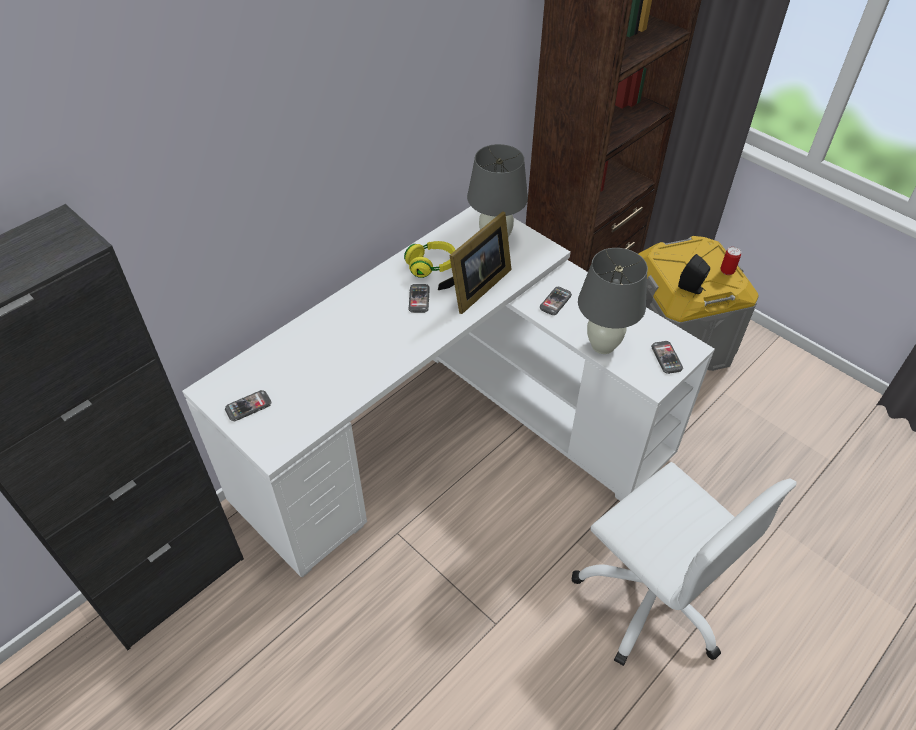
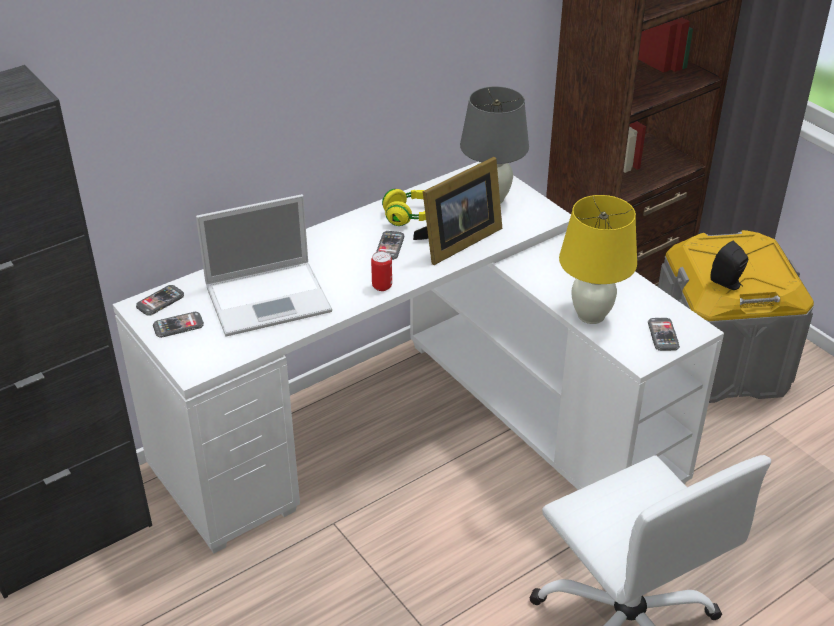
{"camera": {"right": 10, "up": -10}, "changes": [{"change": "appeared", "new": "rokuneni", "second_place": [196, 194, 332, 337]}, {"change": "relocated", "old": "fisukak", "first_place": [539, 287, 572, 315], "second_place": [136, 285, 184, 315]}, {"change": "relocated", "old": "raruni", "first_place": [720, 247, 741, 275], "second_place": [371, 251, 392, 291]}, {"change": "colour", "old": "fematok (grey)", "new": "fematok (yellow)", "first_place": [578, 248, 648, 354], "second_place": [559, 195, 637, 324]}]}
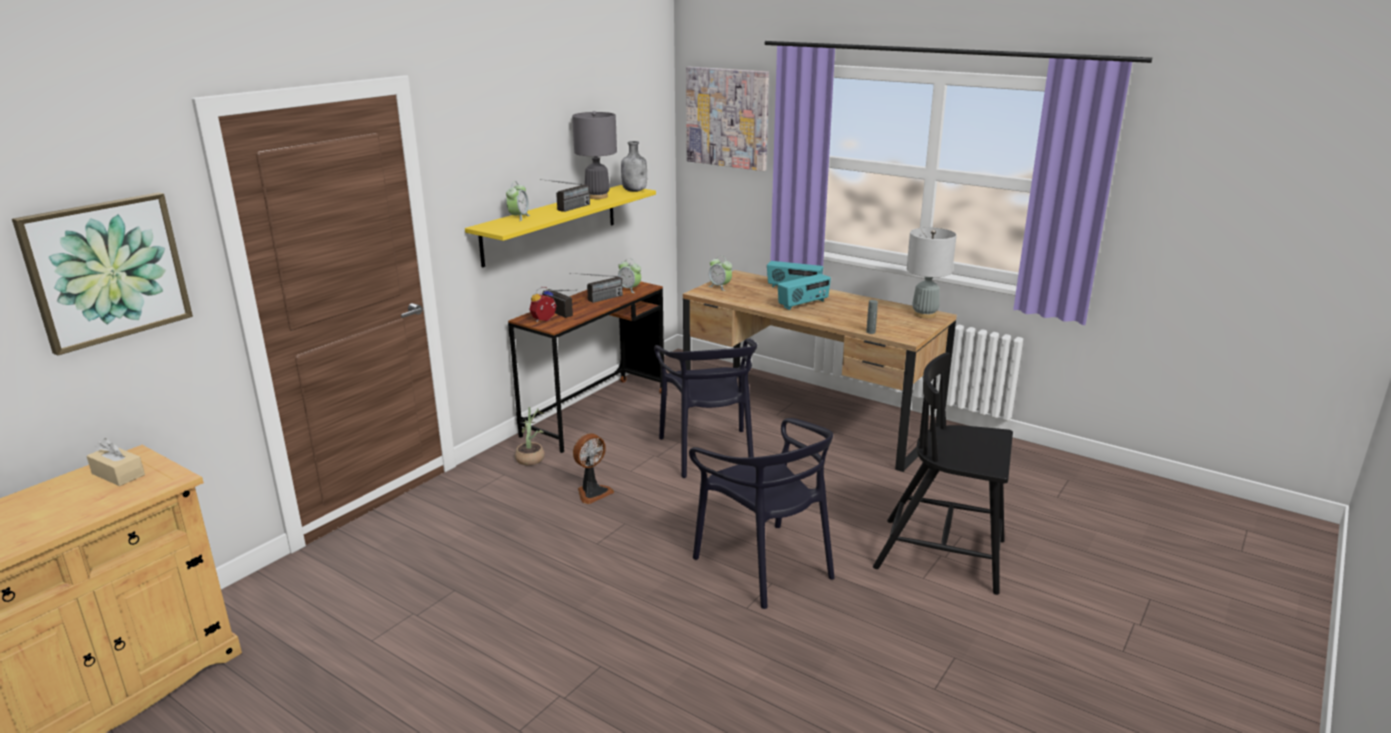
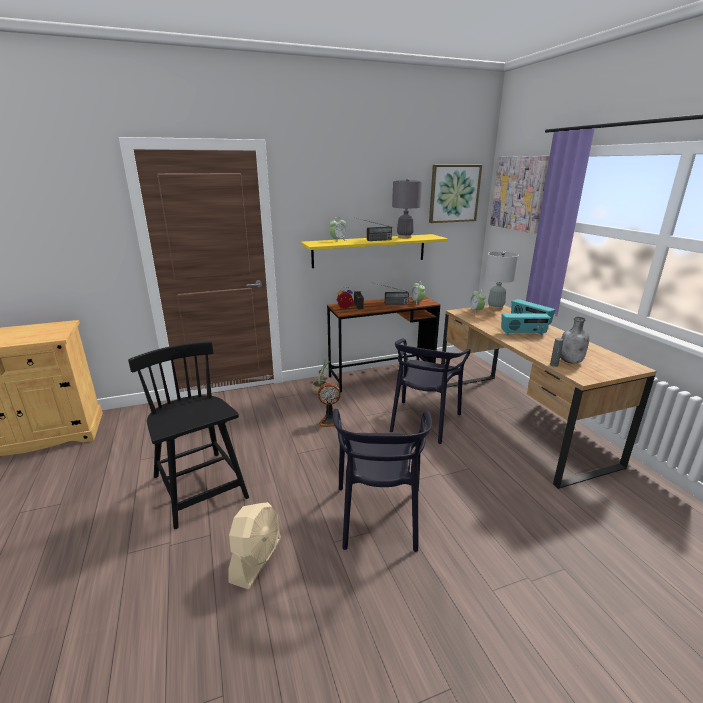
{"camera": {"right": 35, "up": 0}, "changes": [{"change": "missing", "old": "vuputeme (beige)", "first_place": [87, 438, 145, 486]}, {"change": "appeared", "new": "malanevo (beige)", "second_place": [228, 502, 281, 589]}, {"change": "relocated", "old": "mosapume", "first_place": [12, 192, 193, 356], "second_place": [429, 165, 482, 223]}, {"change": "relocated", "old": "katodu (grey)", "first_place": [621, 141, 647, 192], "second_place": [560, 317, 589, 364]}, {"change": "relocated", "old": "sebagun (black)", "first_place": [873, 352, 1013, 595], "second_place": [128, 341, 249, 529]}, {"change": "relocated", "old": "fematok (grey)", "first_place": [907, 228, 957, 318], "second_place": [485, 252, 519, 310]}]}
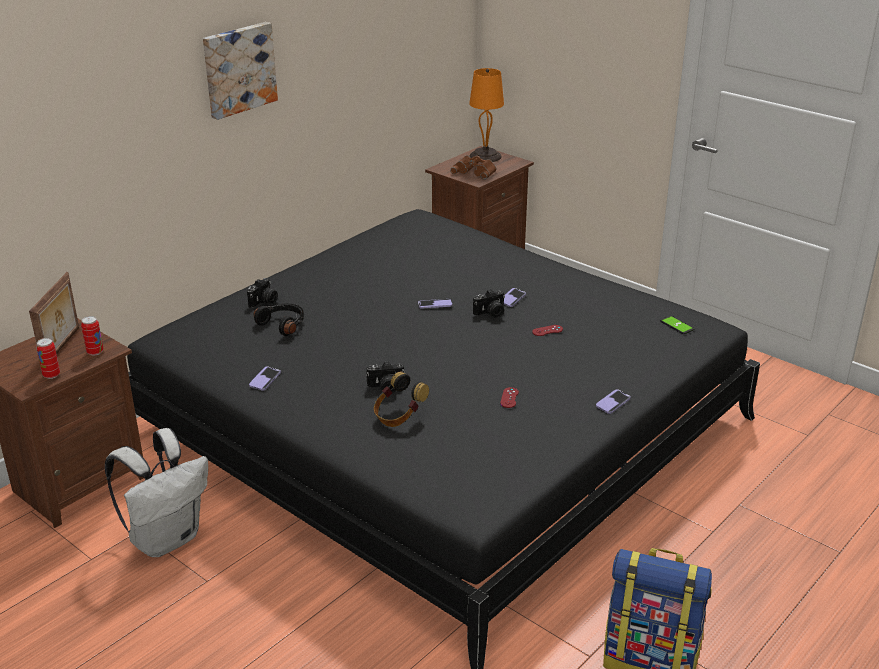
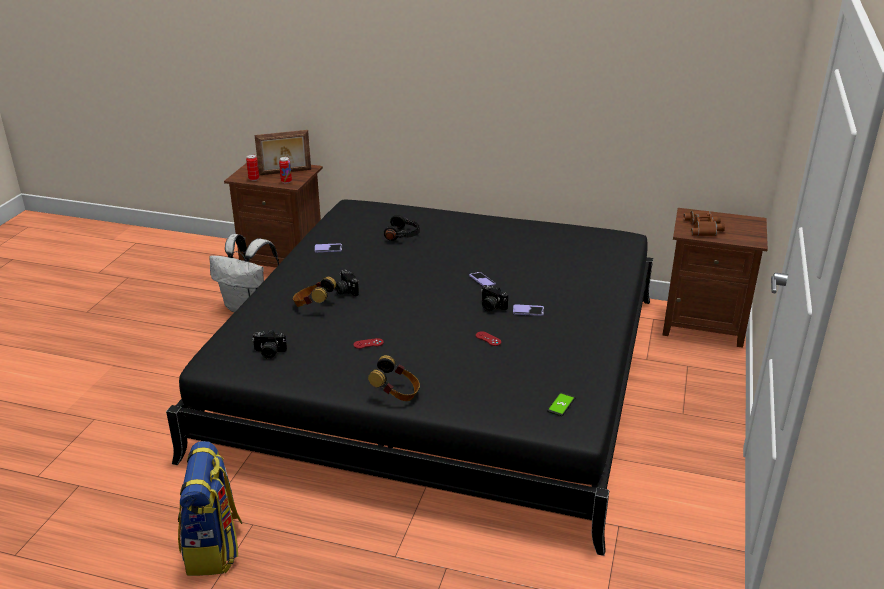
{"camera": {"right": 65, "up": 0}, "changes": [{"change": "missing", "old": "mosapume", "first_place": [203, 22, 278, 120]}, {"change": "missing", "old": "fematok (orange)", "first_place": [469, 68, 504, 162]}, {"change": "relocated", "old": "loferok", "first_place": [247, 278, 278, 308], "second_place": [252, 330, 287, 359]}, {"change": "exchanged", "old": "fisukak", "new": "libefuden", "first_place": [596, 389, 631, 414], "second_place": [368, 355, 420, 401]}]}
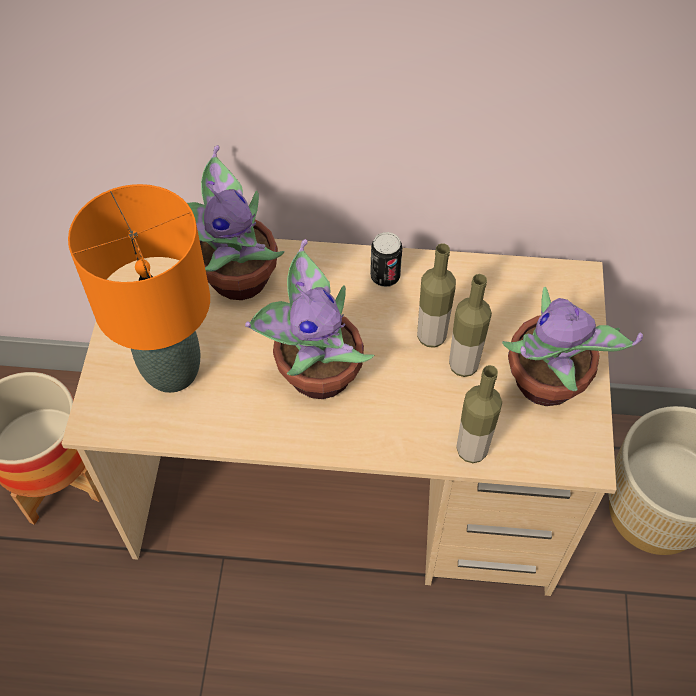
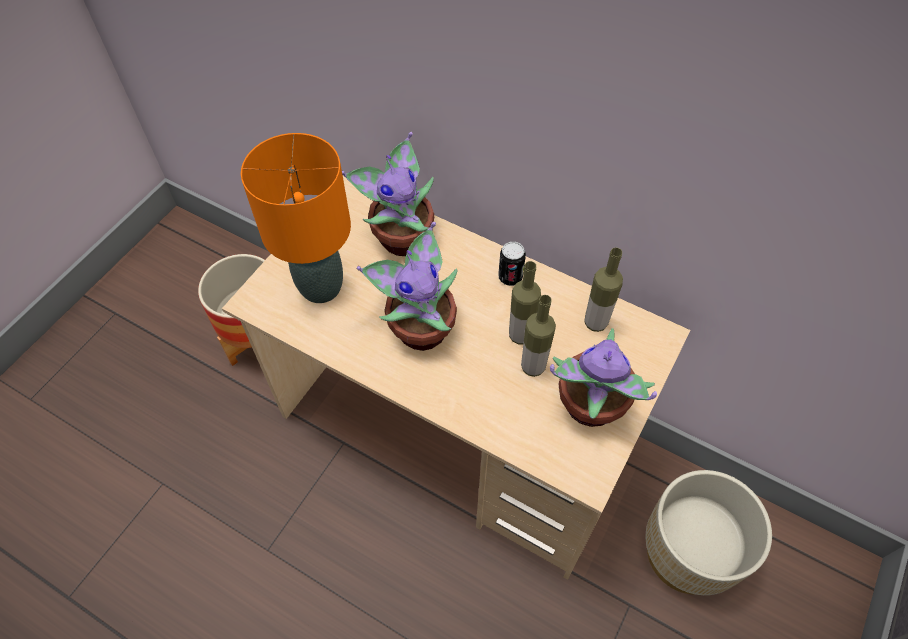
{"camera": {"right": 25, "up": 0}, "changes": [{"change": "relocated", "old": "katodu", "first_place": [456, 365, 502, 463], "second_place": [585, 247, 623, 332]}]}
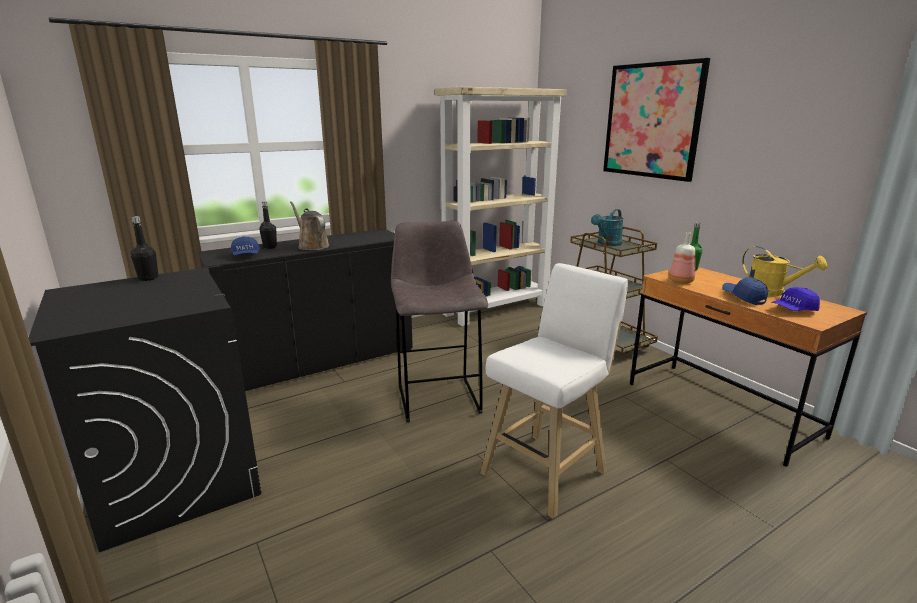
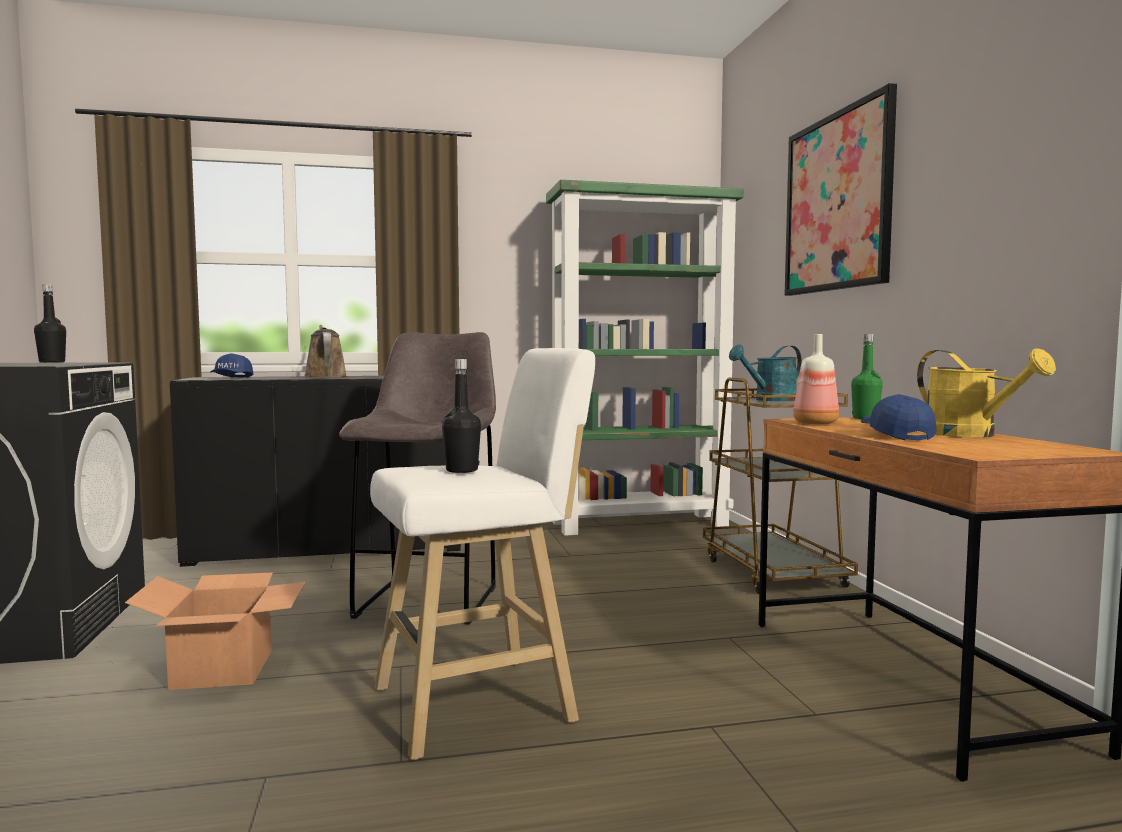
{"camera": {"right": 20, "up": -15}, "changes": [{"change": "missing", "old": "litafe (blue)", "first_place": [771, 287, 820, 311]}, {"change": "appeared", "new": "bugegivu", "second_place": [125, 572, 306, 690]}, {"change": "relocated", "old": "katodu (black)", "first_place": [259, 201, 277, 249], "second_place": [442, 359, 481, 473]}, {"change": "colour", "old": "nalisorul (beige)", "new": "nalisorul (green)", "first_place": [435, 87, 567, 326], "second_place": [546, 180, 743, 536]}]}
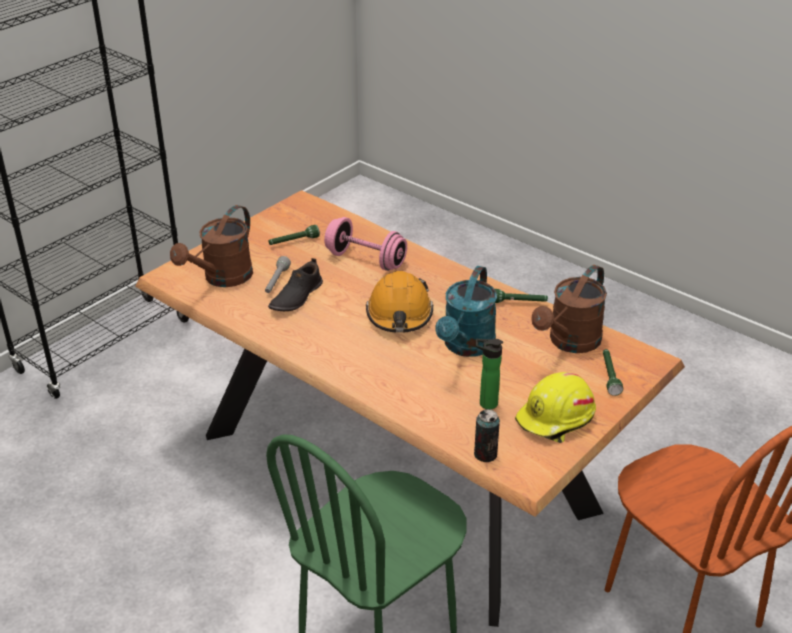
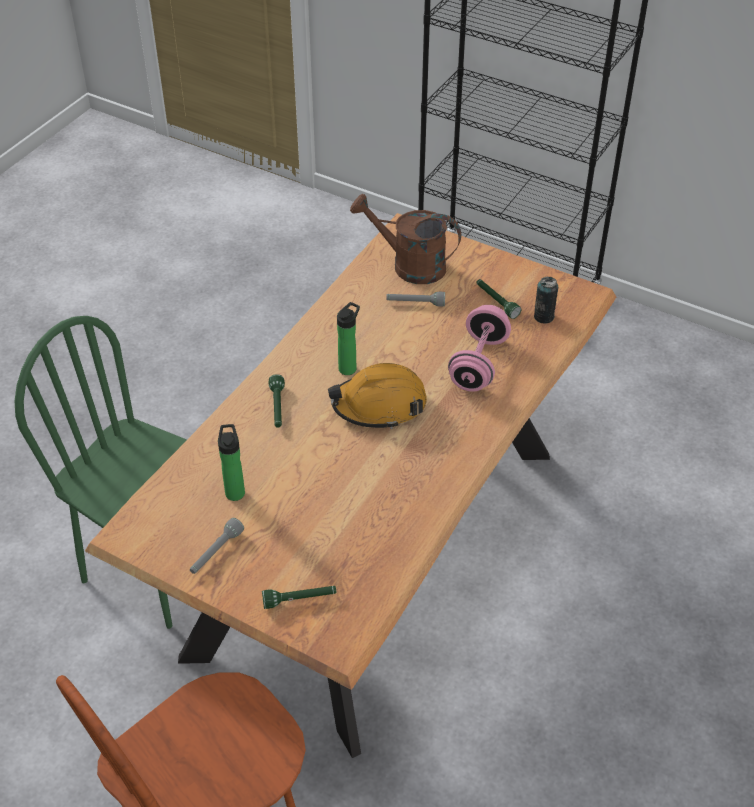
{"camera": {"right": 80, "up": 10}, "changes": [{"change": "missing", "old": "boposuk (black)", "first_place": [268, 258, 323, 311]}, {"change": "missing", "old": "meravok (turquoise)", "first_place": [435, 266, 497, 357]}, {"change": "missing", "old": "meravok (brown)", "first_place": [531, 265, 607, 353]}, {"change": "appeared", "new": "katodu", "second_place": [337, 302, 360, 375]}, {"change": "relocated", "old": "raruni", "first_place": [474, 409, 500, 462], "second_place": [534, 277, 558, 324]}, {"change": "relocated", "old": "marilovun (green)", "first_place": [495, 289, 548, 303], "second_place": [269, 374, 285, 428]}, {"change": "exchanged", "old": "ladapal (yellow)", "new": "marilovun (grey)", "first_place": [515, 372, 596, 443], "second_place": [190, 518, 244, 574]}]}
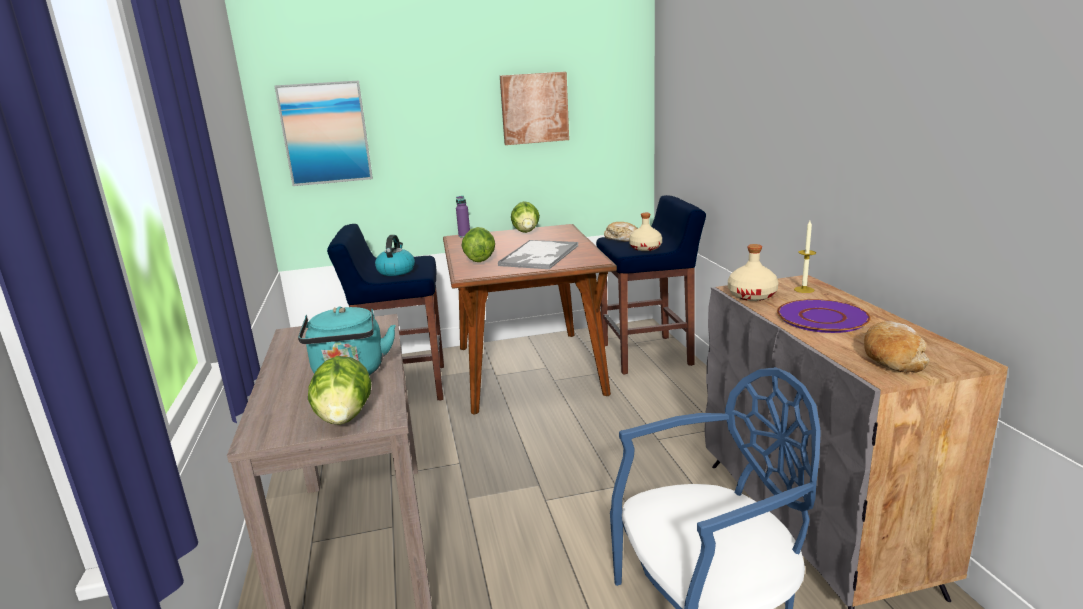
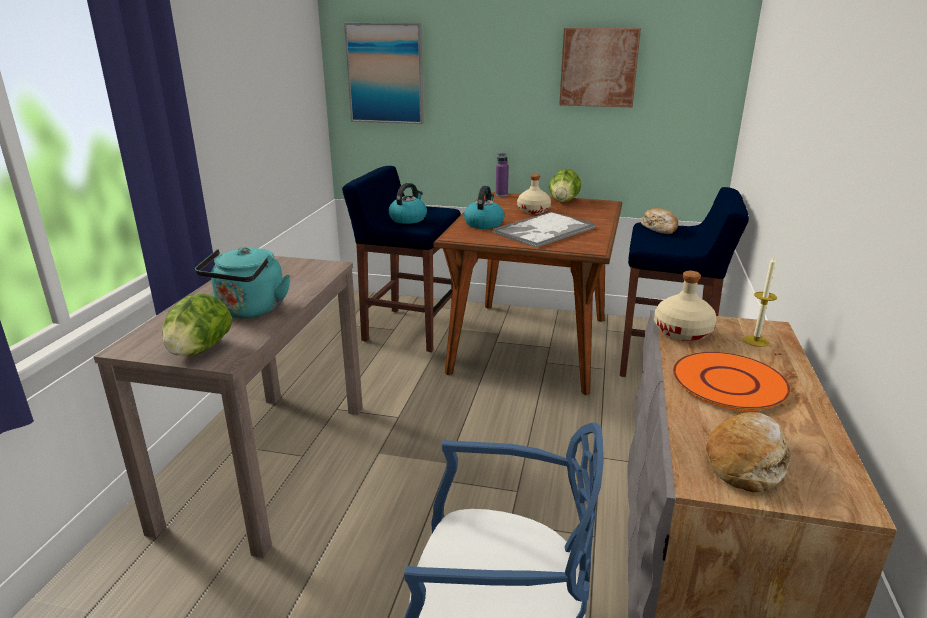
{"camera": {"right": 25, "up": 5}, "changes": [{"change": "relocated", "old": "katodu (beige)", "first_place": [629, 213, 662, 251], "second_place": [517, 174, 551, 214]}, {"change": "exchanged", "old": "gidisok", "new": "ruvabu", "first_place": [461, 227, 495, 262], "second_place": [464, 186, 505, 229]}, {"change": "colour", "old": "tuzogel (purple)", "new": "tuzogel (orange)", "first_place": [777, 299, 871, 333], "second_place": [673, 352, 791, 411]}]}
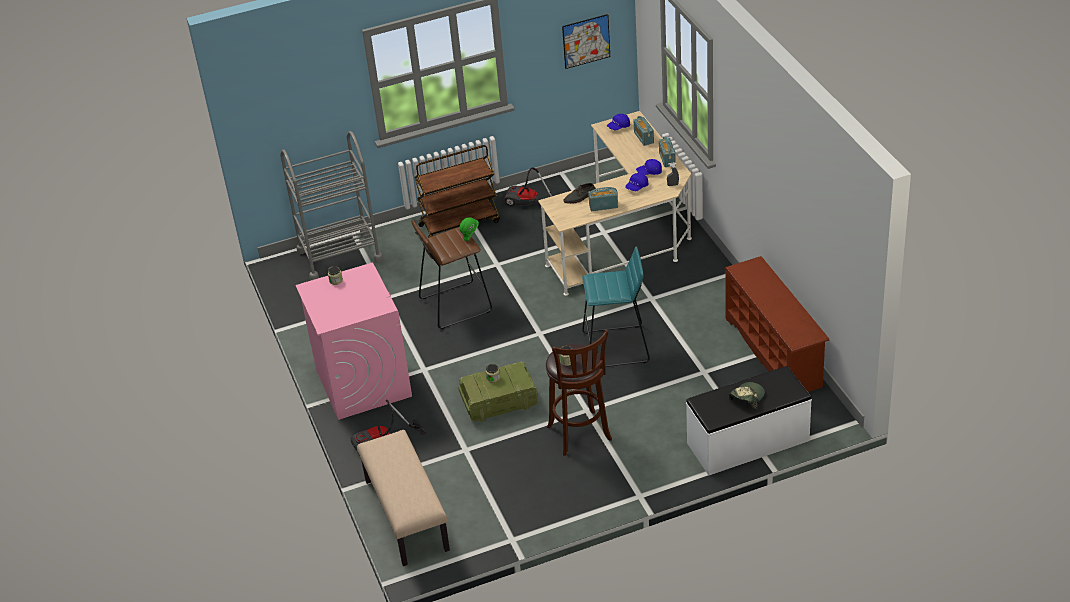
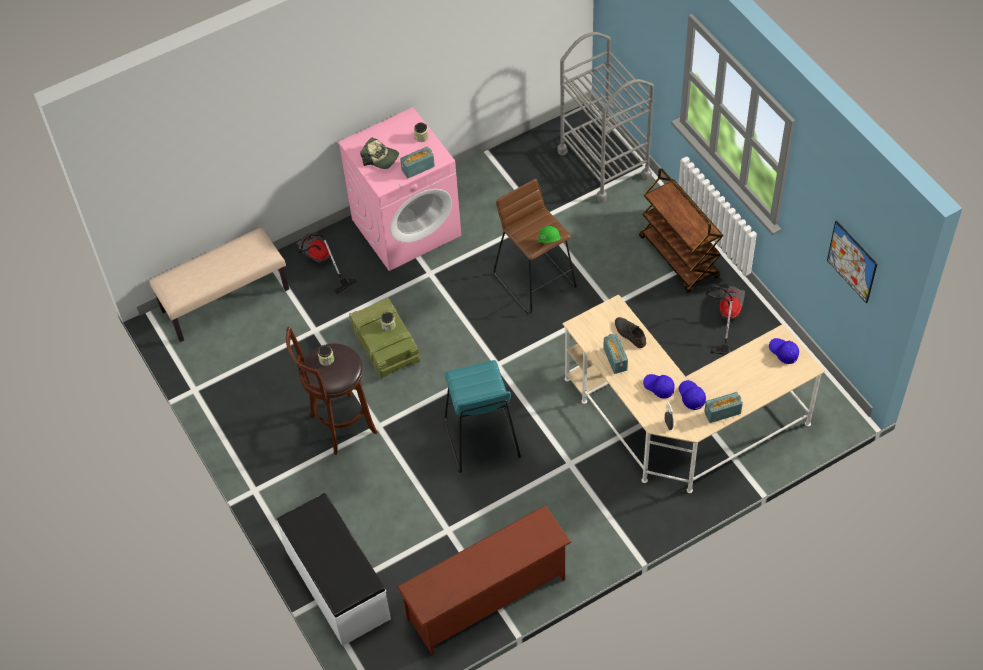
{"camera": {"right": 80, "up": 15}, "changes": [{"change": "relocated", "old": "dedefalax", "first_place": [633, 116, 654, 146], "second_place": [400, 146, 435, 178]}, {"change": "relocated", "old": "litafe", "first_place": [729, 382, 765, 410], "second_place": [360, 137, 399, 169]}]}
